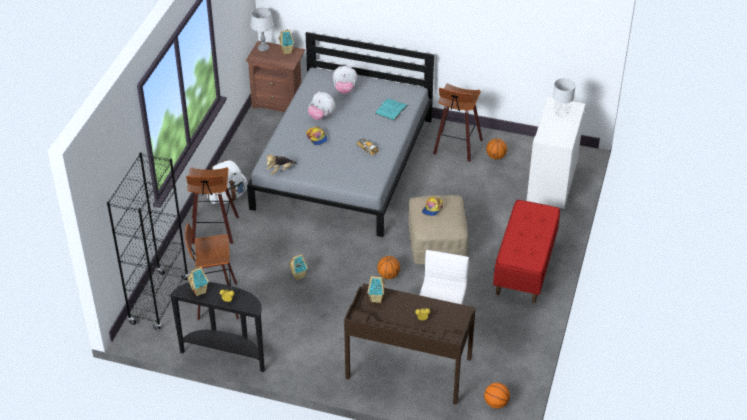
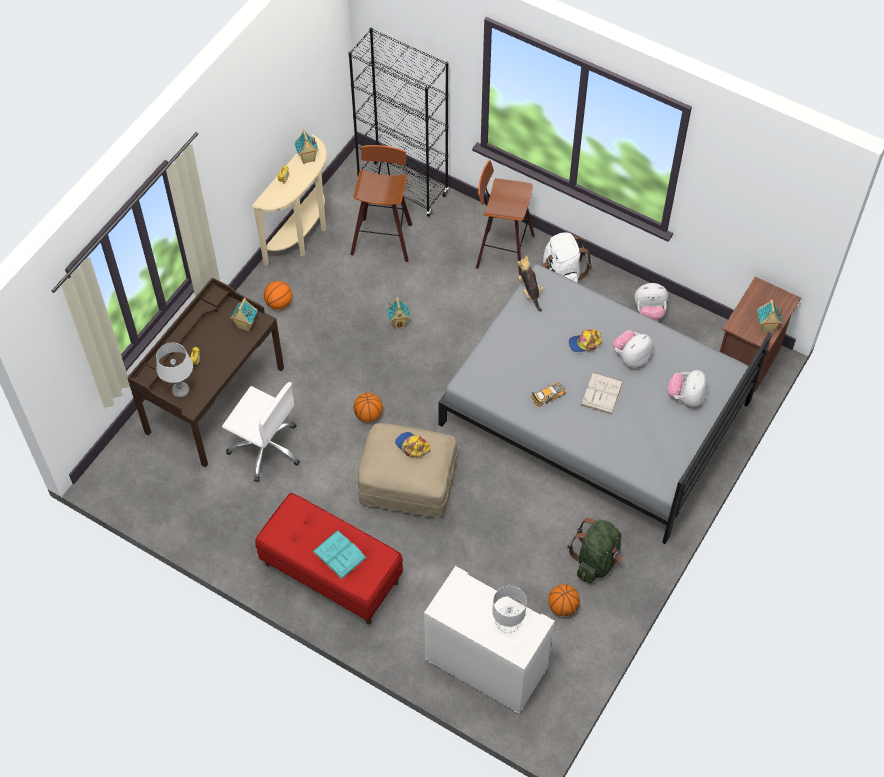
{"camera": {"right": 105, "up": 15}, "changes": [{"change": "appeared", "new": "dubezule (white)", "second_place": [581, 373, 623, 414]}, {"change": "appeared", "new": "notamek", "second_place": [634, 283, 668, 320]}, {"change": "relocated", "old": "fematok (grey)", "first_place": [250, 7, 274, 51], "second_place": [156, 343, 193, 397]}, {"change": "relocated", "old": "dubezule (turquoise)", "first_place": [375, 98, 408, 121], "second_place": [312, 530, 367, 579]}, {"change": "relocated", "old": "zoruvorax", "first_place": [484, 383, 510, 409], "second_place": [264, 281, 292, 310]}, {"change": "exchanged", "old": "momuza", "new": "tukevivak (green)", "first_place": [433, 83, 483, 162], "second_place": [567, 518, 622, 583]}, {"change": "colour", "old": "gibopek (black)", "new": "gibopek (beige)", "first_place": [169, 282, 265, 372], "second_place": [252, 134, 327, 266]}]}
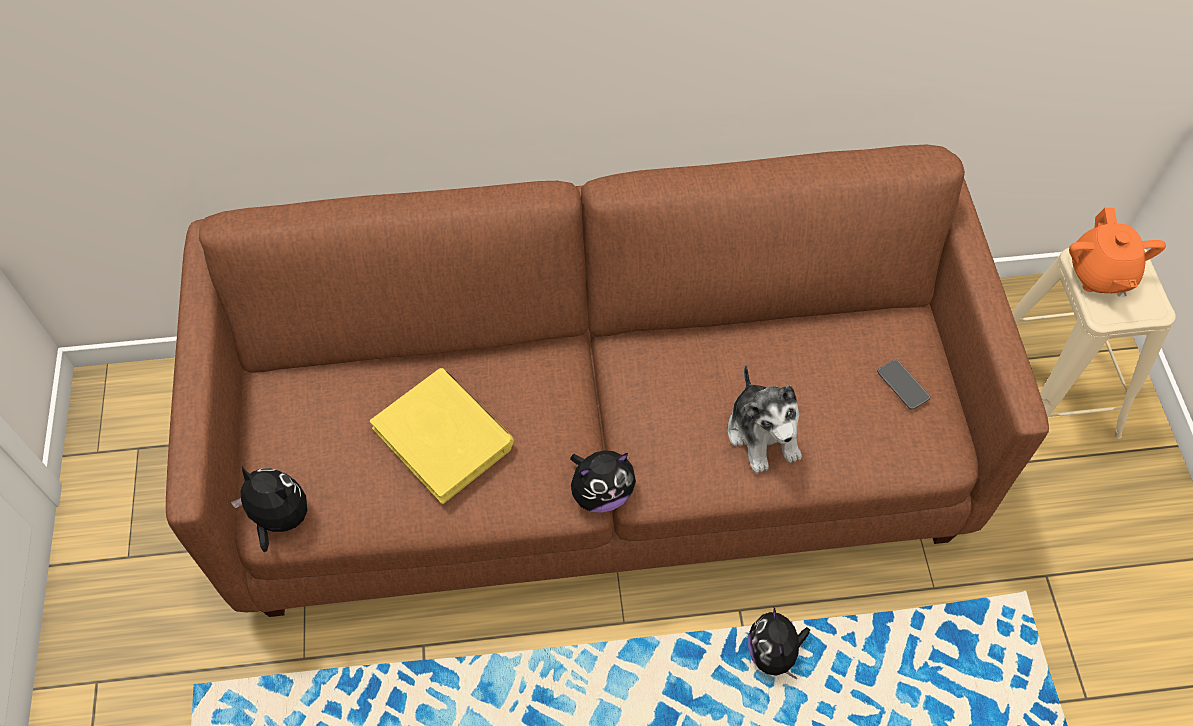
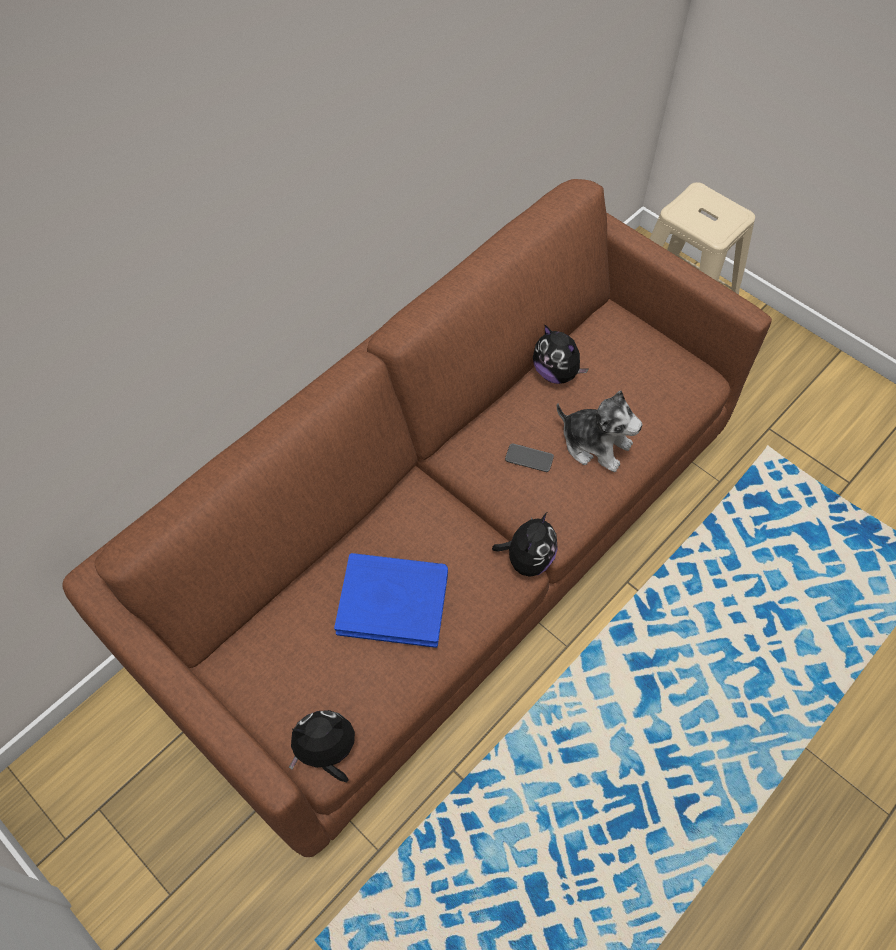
{"camera": {"right": -40, "up": 0}, "changes": [{"change": "missing", "old": "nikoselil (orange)", "first_place": [1069, 208, 1166, 293]}, {"change": "relocated", "old": "notamek", "first_place": [748, 608, 810, 679], "second_place": [533, 325, 588, 384]}, {"change": "relocated", "old": "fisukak", "first_place": [877, 360, 930, 410], "second_place": [505, 443, 554, 472]}, {"change": "colour", "old": "dubezule (yellow)", "new": "dubezule (blue)", "first_place": [370, 368, 514, 504], "second_place": [334, 553, 448, 648]}]}
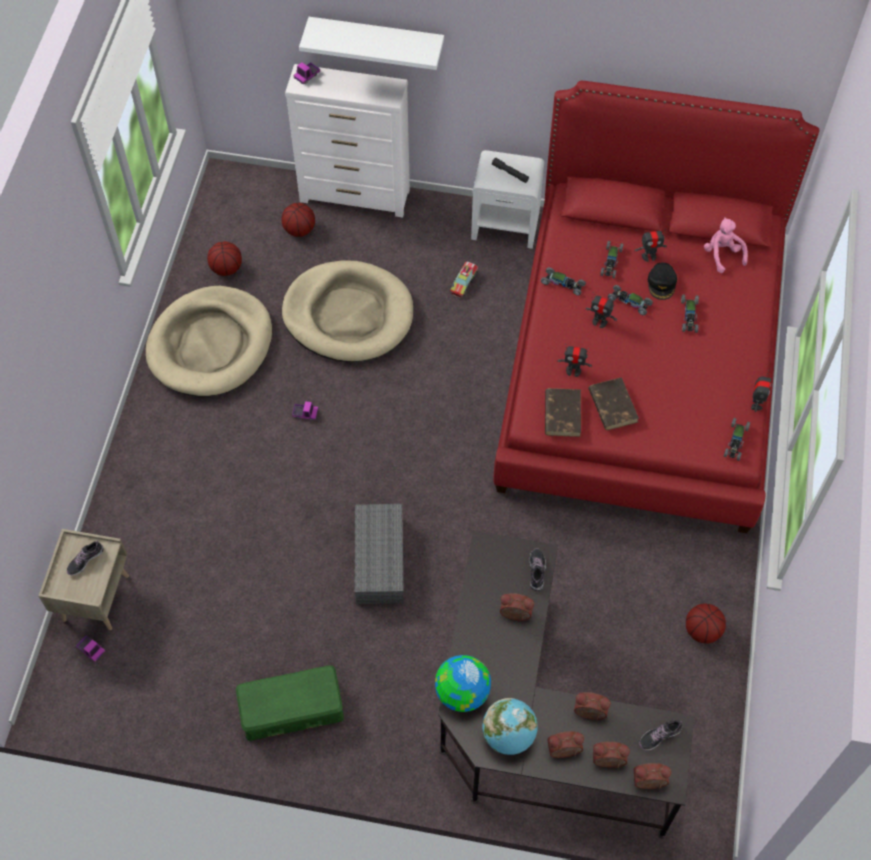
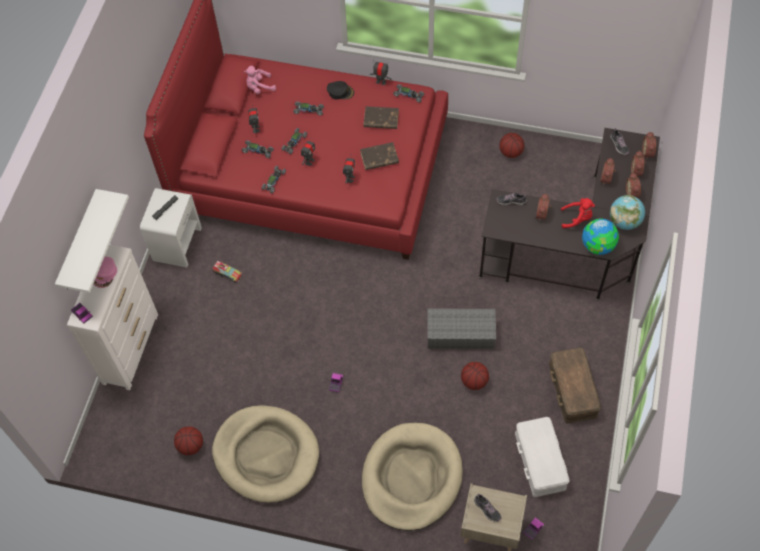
{"camera": {"right": -85, "up": 0}, "changes": [{"change": "appeared", "new": "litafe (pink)", "second_place": [94, 257, 117, 288]}, {"change": "appeared", "new": "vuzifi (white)", "second_place": [515, 417, 570, 497]}, {"change": "appeared", "new": "notamek (red)", "second_place": [561, 198, 595, 228]}, {"change": "relocated", "old": "zoruvorax", "first_place": [282, 203, 315, 237], "second_place": [461, 362, 489, 390]}, {"change": "relocated", "old": "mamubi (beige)", "first_place": [282, 260, 413, 362], "second_place": [362, 423, 463, 531]}, {"change": "relocated", "old": "dubezule (brown)", "first_place": [545, 388, 581, 437], "second_place": [363, 106, 399, 129]}, {"change": "relocated", "old": "litafe (black)", "first_place": [648, 263, 677, 300], "second_place": [327, 81, 354, 100]}, {"change": "colour", "old": "vuzifi (green)", "new": "vuzifi (brown)", "first_place": [236, 665, 344, 741], "second_place": [549, 348, 601, 424]}]}
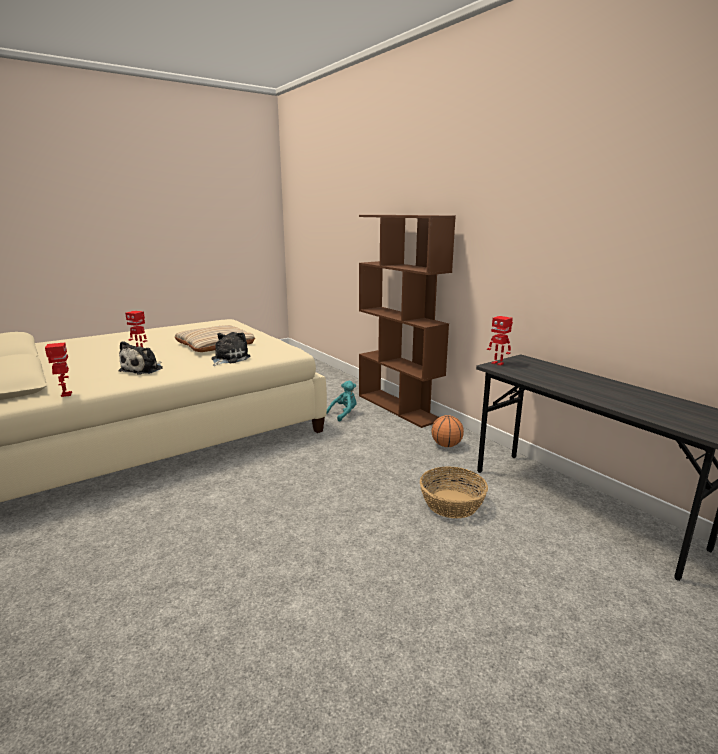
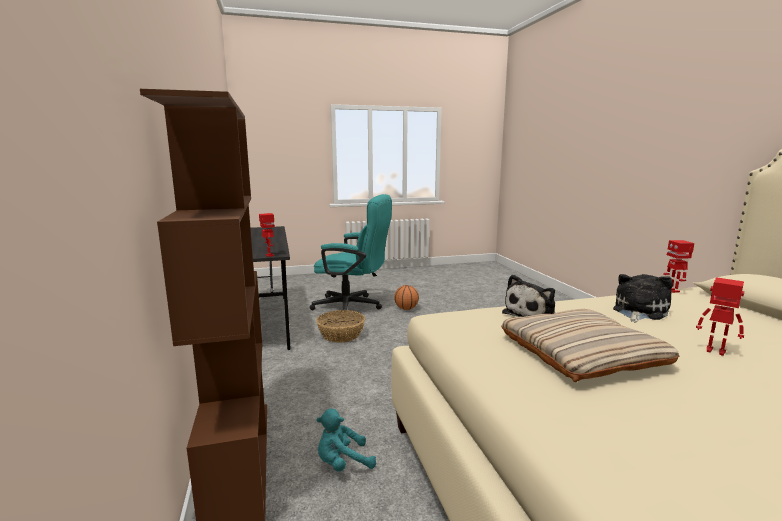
{"camera": {"right": -160, "up": -5}, "changes": [{"change": "appeared", "new": "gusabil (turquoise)", "second_place": [310, 194, 392, 317]}, {"change": "relocated", "old": "zoruvorax", "first_place": [431, 415, 464, 447], "second_place": [394, 285, 419, 310]}]}
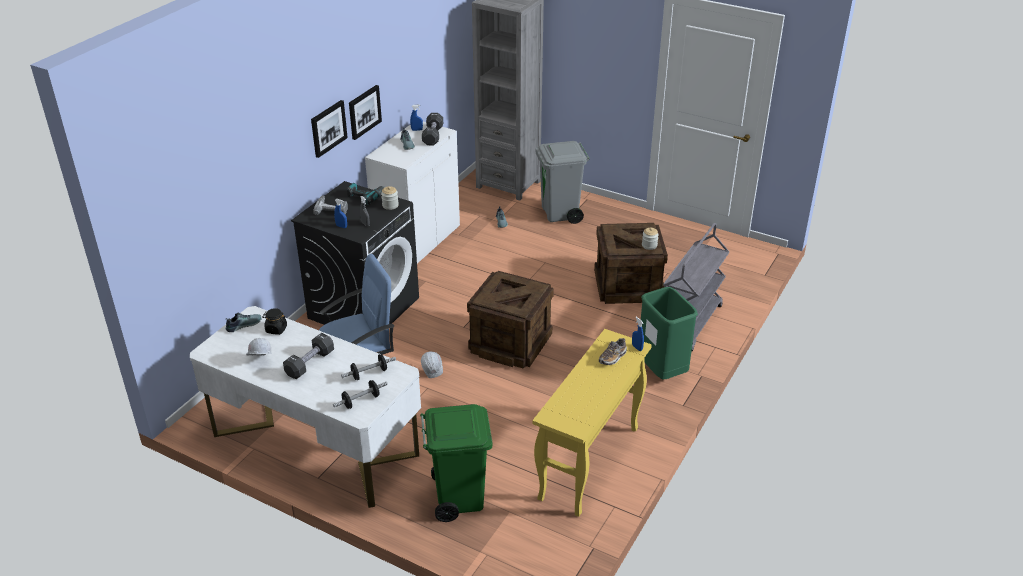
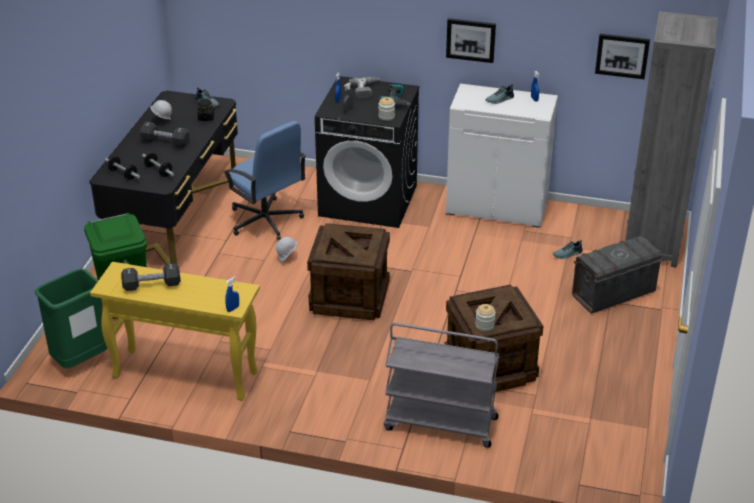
{"camera": {"right": 75, "up": 0}, "changes": [{"change": "missing", "old": "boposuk", "first_place": [599, 338, 627, 365]}, {"change": "relocated", "old": "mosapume", "first_place": [311, 100, 348, 158], "second_place": [595, 34, 650, 79]}, {"change": "relocated", "old": "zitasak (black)", "first_place": [422, 113, 443, 146], "second_place": [121, 263, 181, 291]}, {"change": "relocated", "old": "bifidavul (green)", "first_place": [641, 287, 698, 379], "second_place": [35, 269, 107, 369]}, {"change": "exchanged", "old": "bifidavul (grey)", "new": "vuzifi (grey)", "first_place": [536, 141, 590, 224], "second_place": [572, 236, 663, 314]}, {"change": "colour", "old": "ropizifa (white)", "new": "ropizifa (black)", "first_place": [190, 306, 421, 508], "second_place": [90, 91, 238, 264]}]}
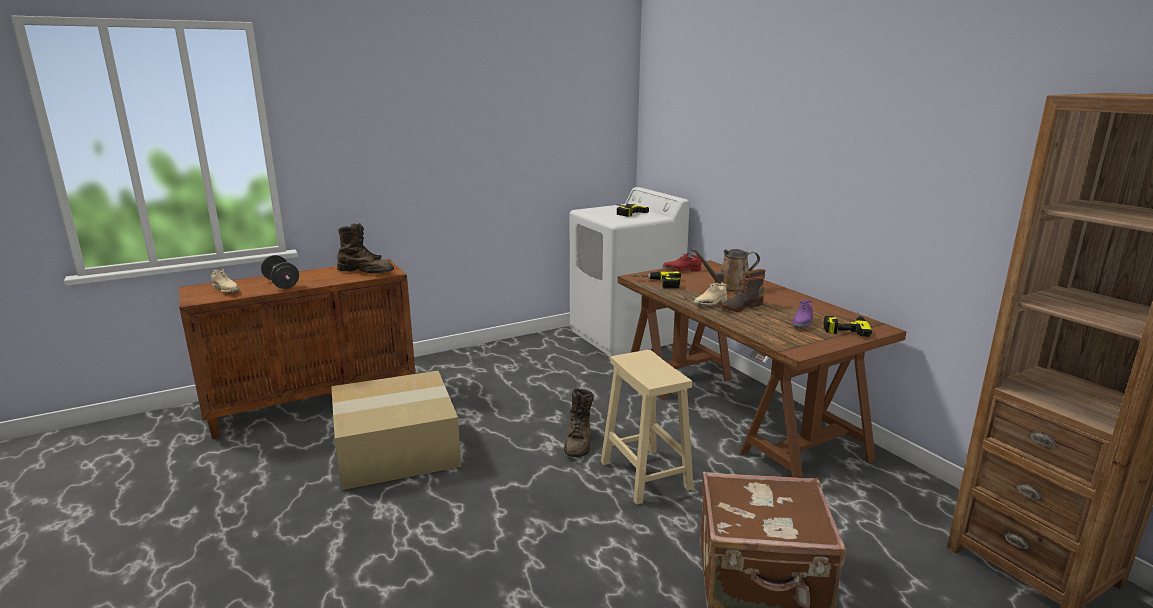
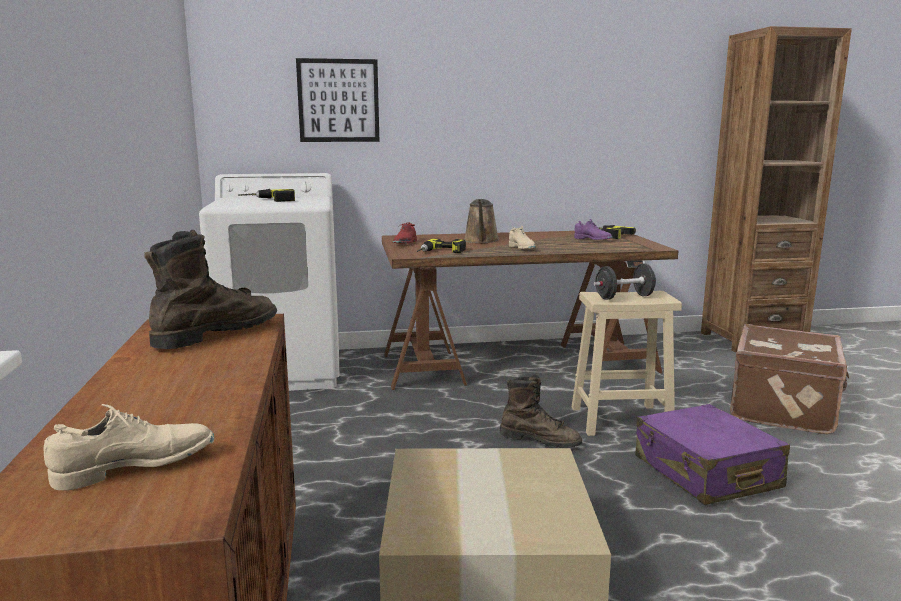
{"camera": {"right": -70, "up": -5}, "changes": [{"change": "missing", "old": "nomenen", "first_place": [720, 269, 765, 312]}, {"change": "appeared", "new": "mosapume", "second_place": [296, 58, 379, 142]}, {"change": "appeared", "new": "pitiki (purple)", "second_place": [636, 404, 790, 505]}, {"change": "relocated", "old": "zitasak (black)", "first_place": [261, 255, 299, 289], "second_place": [594, 264, 657, 300]}]}
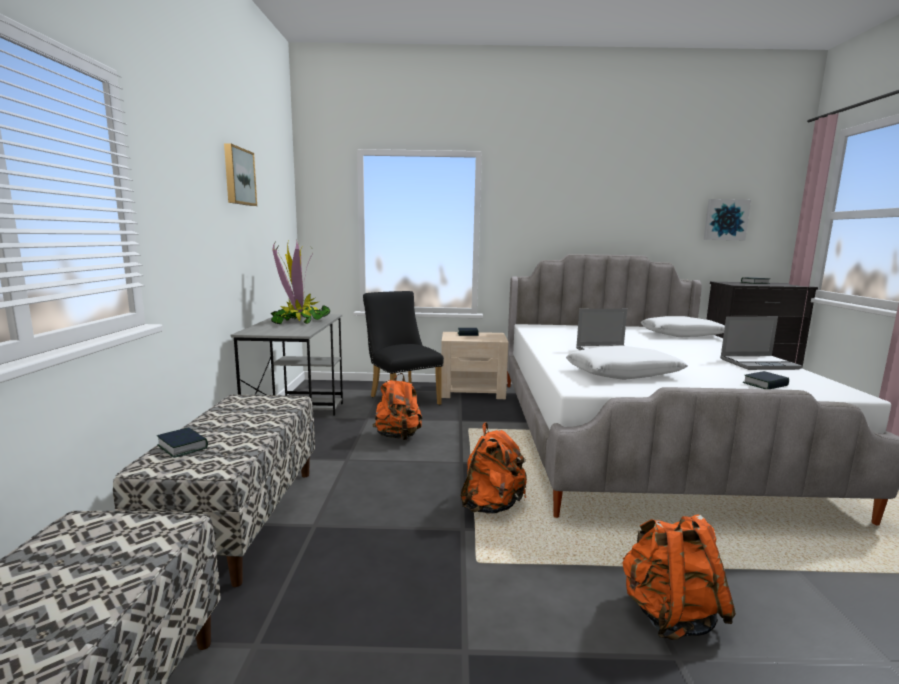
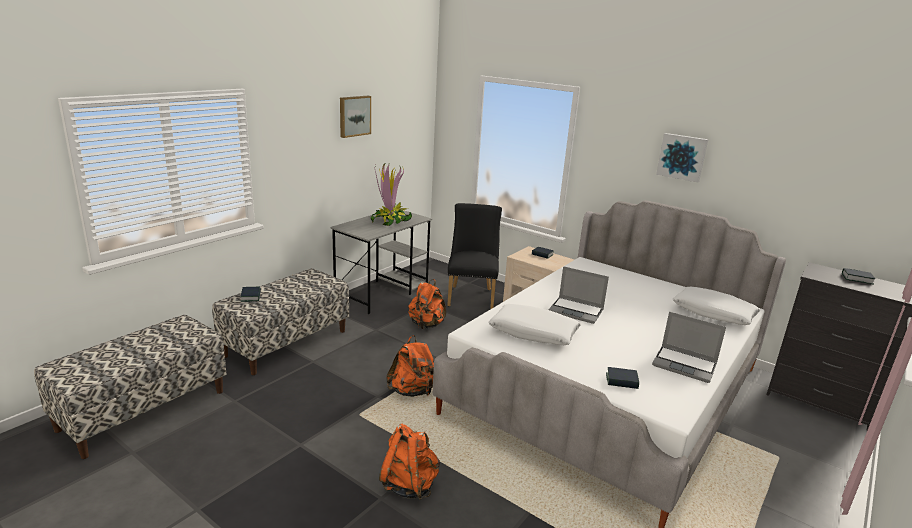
{"camera": {"right": 35, "up": 10}, "changes": [{"change": "relocated", "old": "mosapume", "first_place": [704, 199, 751, 240], "second_place": [656, 133, 708, 182]}]}
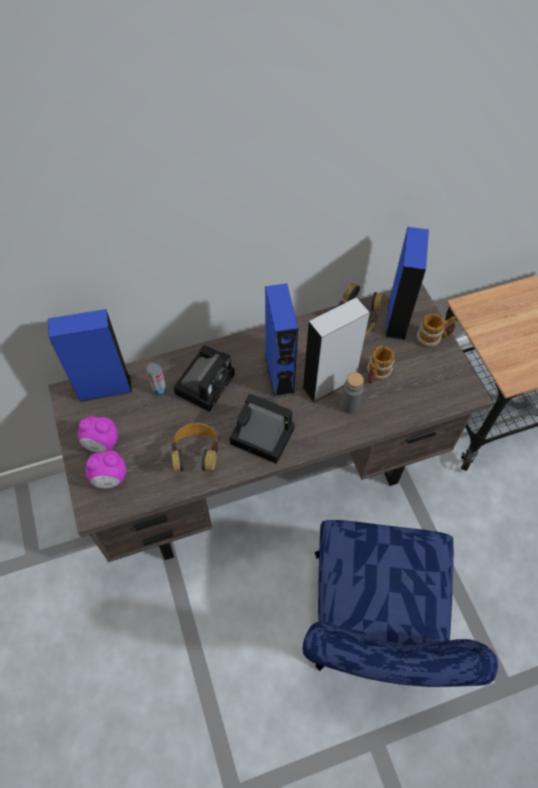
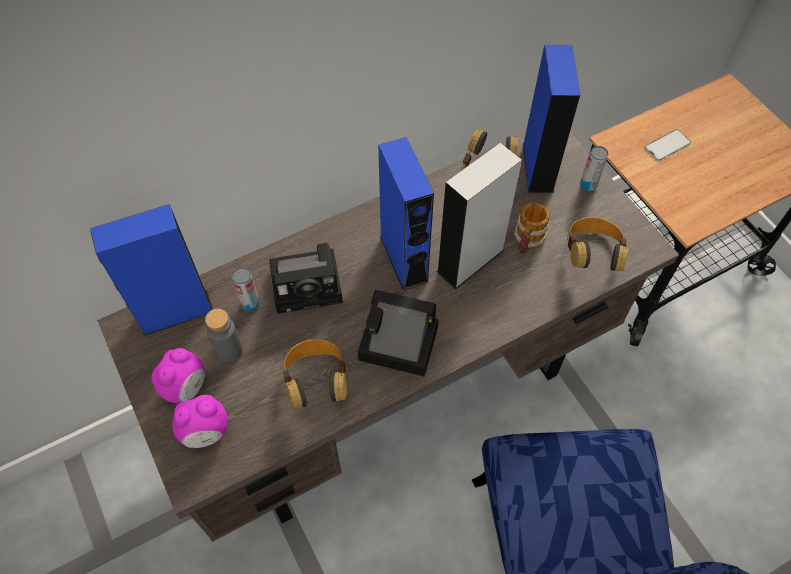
{"camera": {"right": -10, "up": 0}, "changes": [{"change": "appeared", "new": "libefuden", "second_place": [567, 217, 628, 271]}, {"change": "appeared", "new": "fisukak", "second_place": [645, 129, 691, 161]}, {"change": "relocated", "old": "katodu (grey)", "first_place": [340, 372, 364, 413], "second_place": [205, 309, 243, 362]}, {"change": "exchanged", "old": "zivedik", "new": "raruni", "first_place": [417, 313, 456, 348], "second_place": [580, 146, 609, 191]}, {"change": "spun", "old": "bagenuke", "first_place": [78, 416, 118, 453], "second_place": [151, 348, 205, 403], "degrees": -60}, {"change": "spun", "old": "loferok", "first_place": [173, 345, 235, 412], "second_place": [269, 243, 343, 314], "degrees": 60}]}
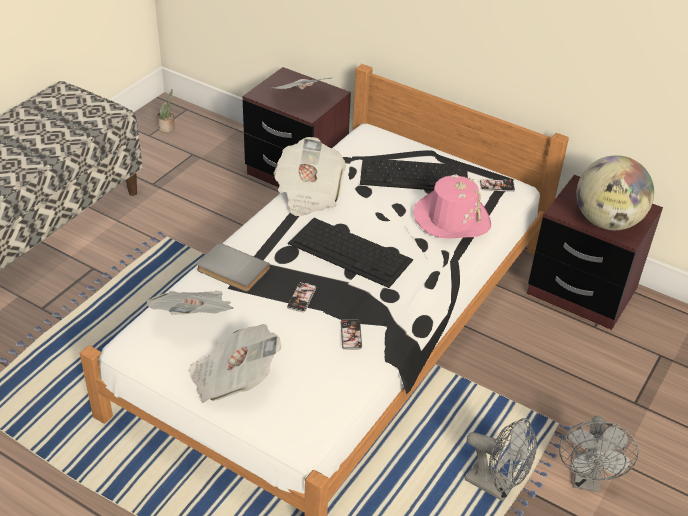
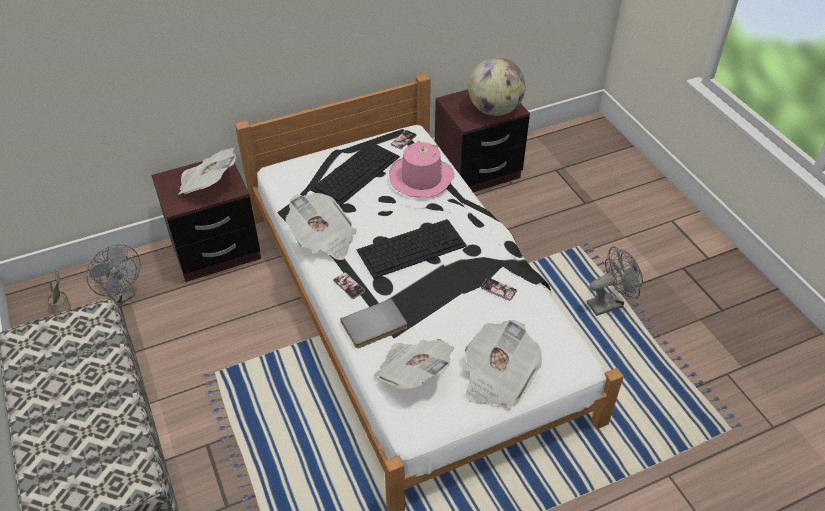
{"camera": {"right": -55, "up": 5}, "changes": [{"change": "relocated", "old": "fisukak", "first_place": [287, 282, 316, 312], "second_place": [333, 272, 365, 299]}, {"change": "relocated", "old": "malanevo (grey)", "first_place": [559, 416, 639, 492], "second_place": [87, 244, 141, 306]}]}
